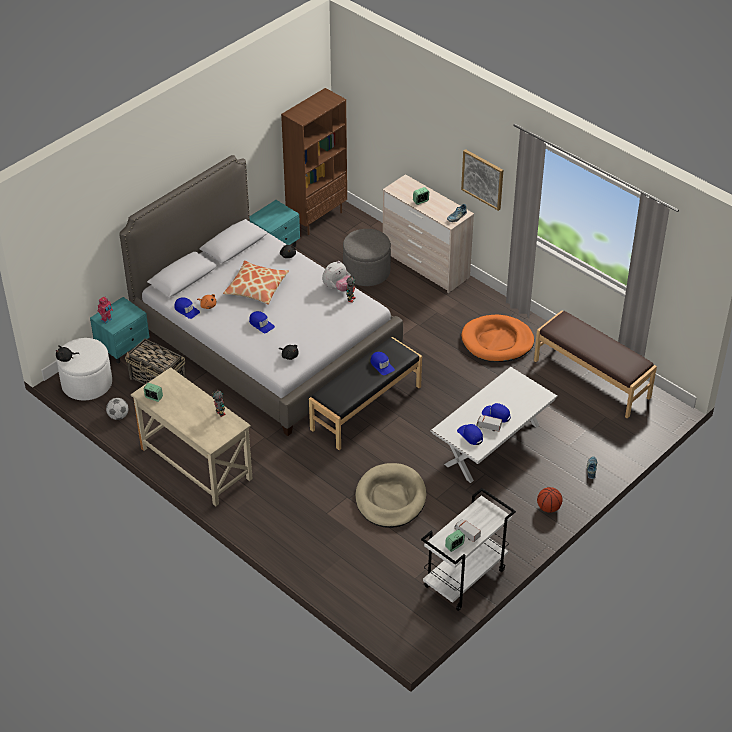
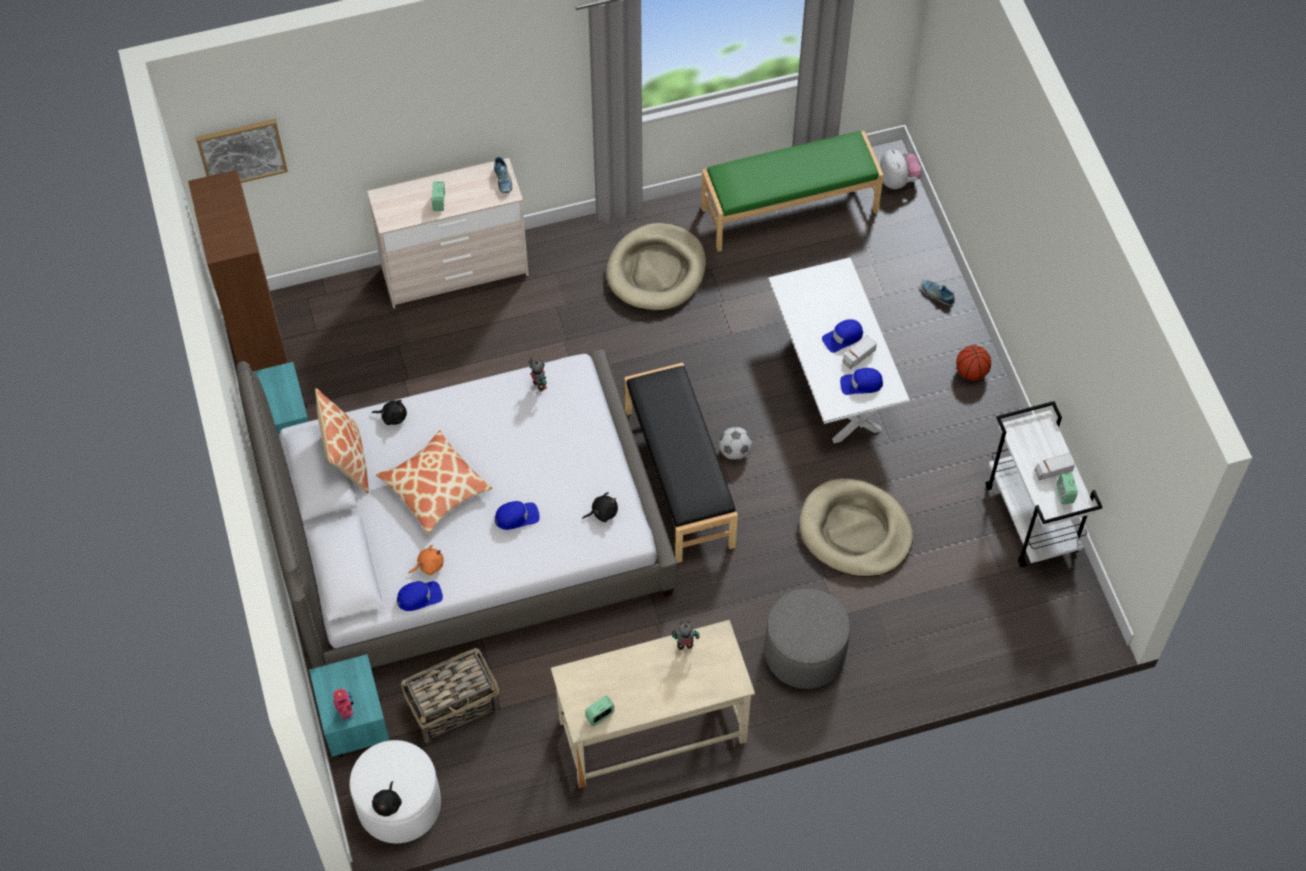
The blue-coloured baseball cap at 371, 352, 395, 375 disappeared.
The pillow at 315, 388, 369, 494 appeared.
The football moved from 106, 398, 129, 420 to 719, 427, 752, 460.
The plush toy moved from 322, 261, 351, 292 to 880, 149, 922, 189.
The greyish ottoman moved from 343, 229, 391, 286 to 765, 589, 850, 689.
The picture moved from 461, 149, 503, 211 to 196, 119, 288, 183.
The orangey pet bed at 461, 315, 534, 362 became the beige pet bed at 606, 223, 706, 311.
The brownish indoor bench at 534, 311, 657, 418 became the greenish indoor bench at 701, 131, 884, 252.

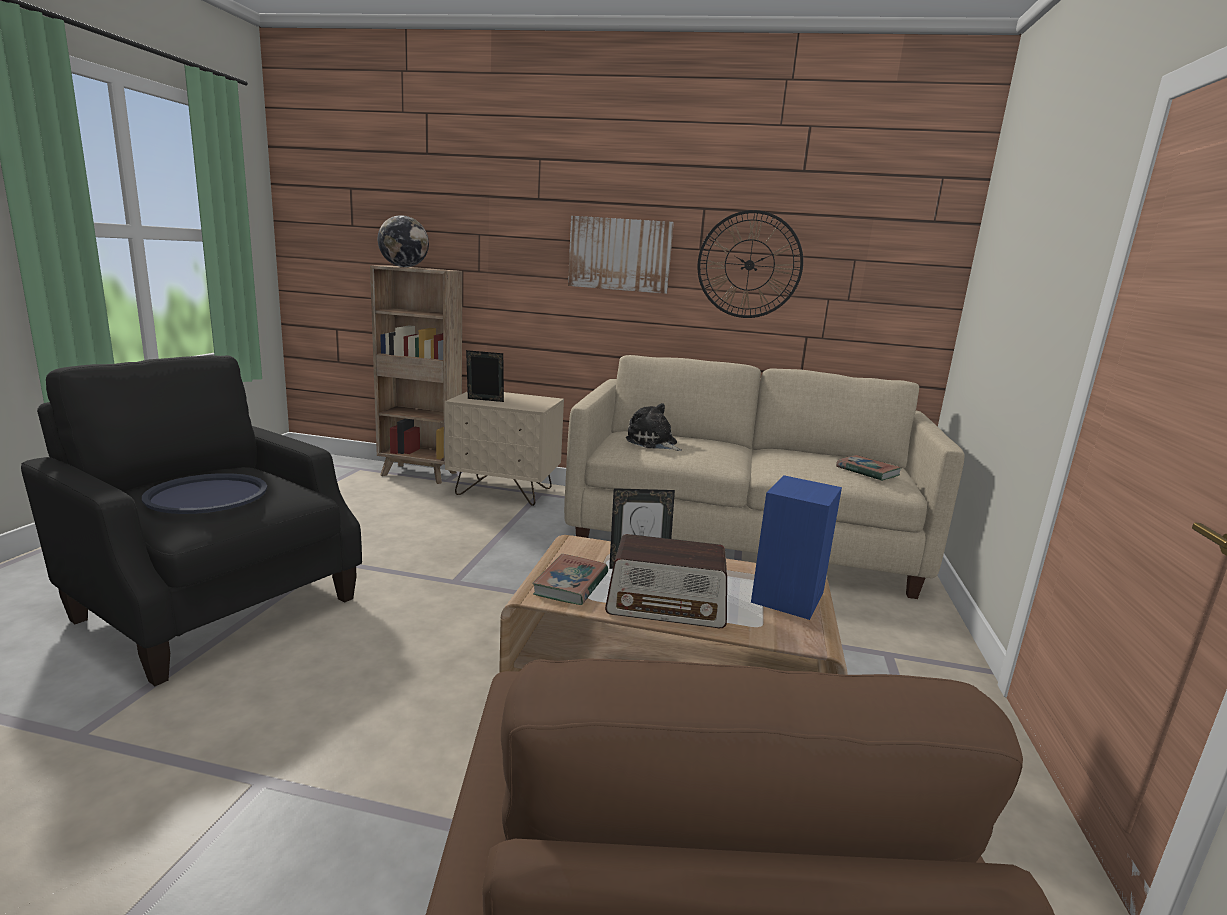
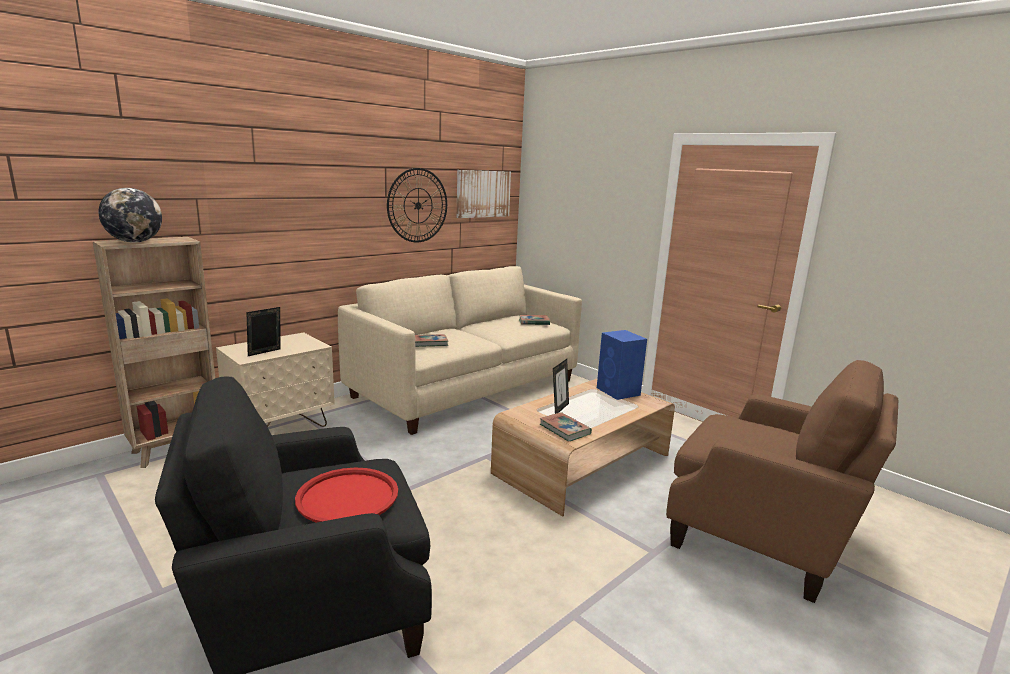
The radio set at 605, 534, 727, 628 disappeared.
The picture moved from 568, 216, 674, 294 to 457, 170, 511, 218.
The plush toy at 625, 403, 682, 451 was replaced by the bound book at 415, 334, 448, 347.
The blue-coloured tray at 142, 473, 267, 514 became the red tray at 295, 468, 398, 523.

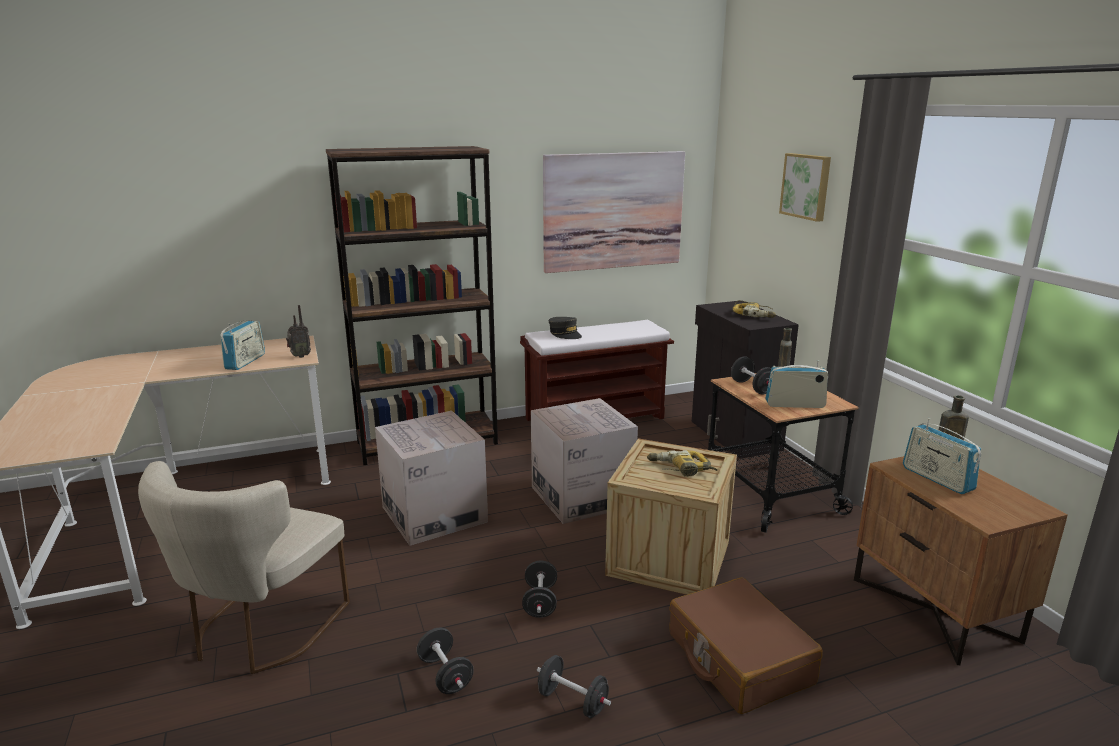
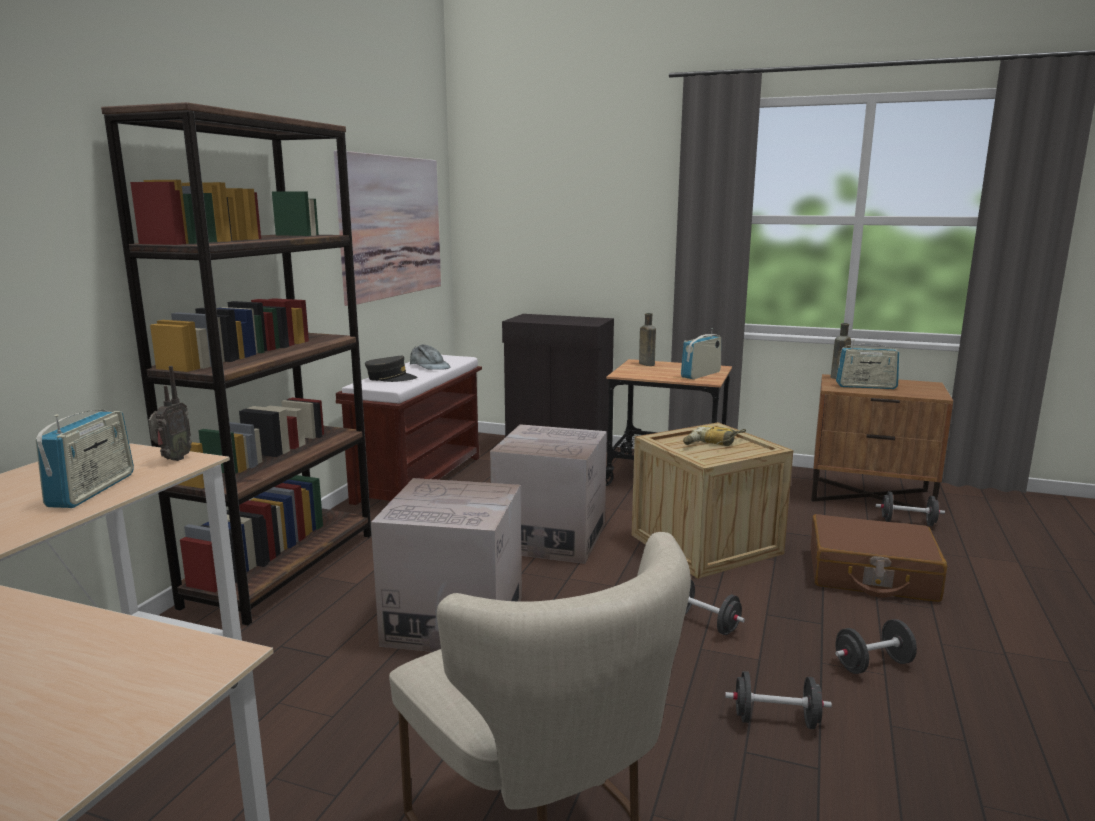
The power drill at 733, 300, 776, 318 disappeared.
The picture at 779, 153, 831, 222 disappeared.
The greyish baseball cap at 410, 344, 451, 370 appeared.
The black-coloured dumbbell moved from 731, 356, 771, 395 to 875, 492, 945, 526.
The radio set at 220, 320, 265, 370 turned 45 degrees clockwise.

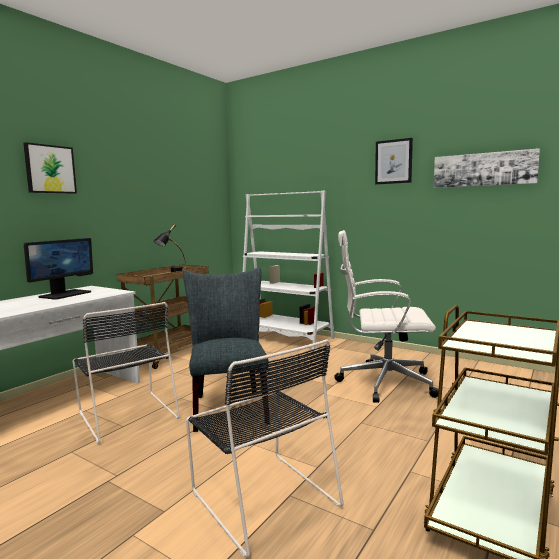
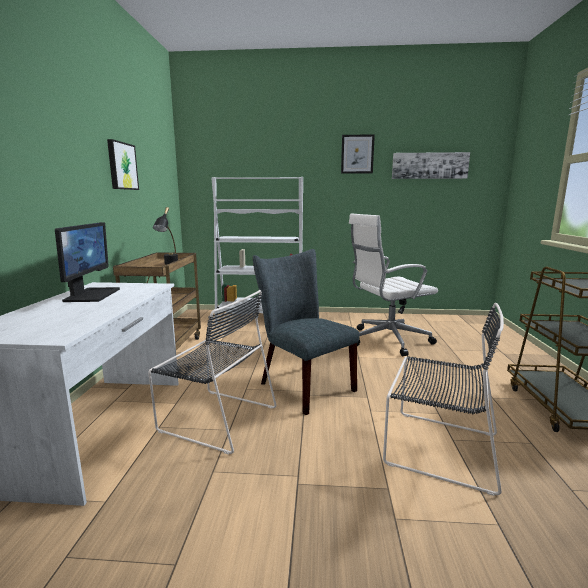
The picture moved from 23, 142, 77, 194 to 107, 139, 139, 190.

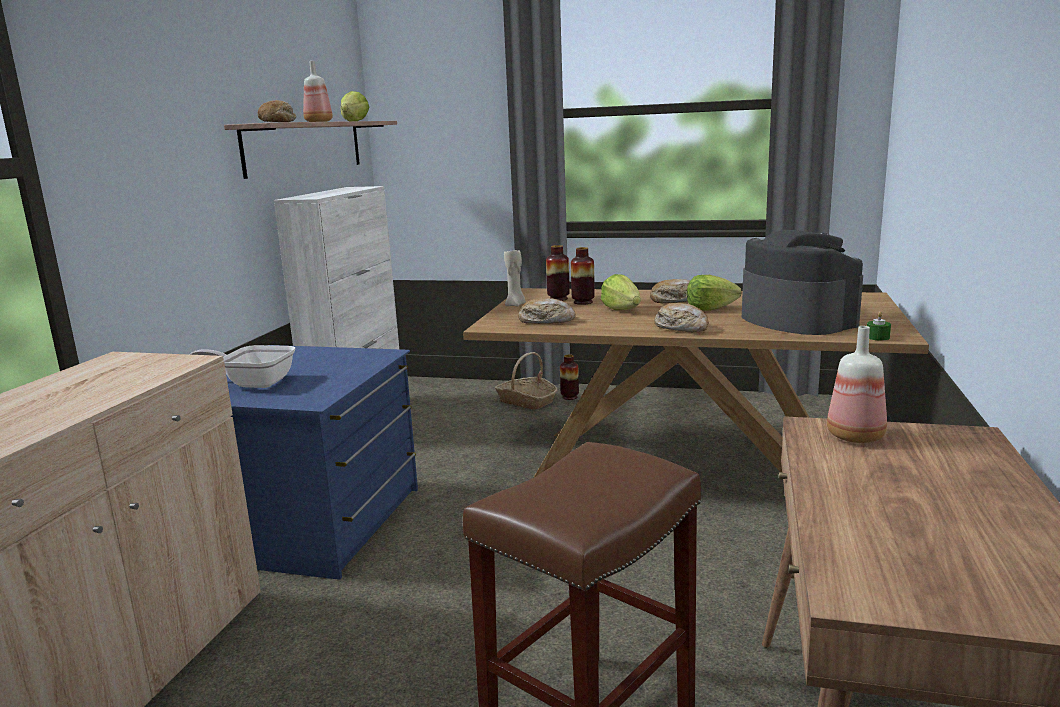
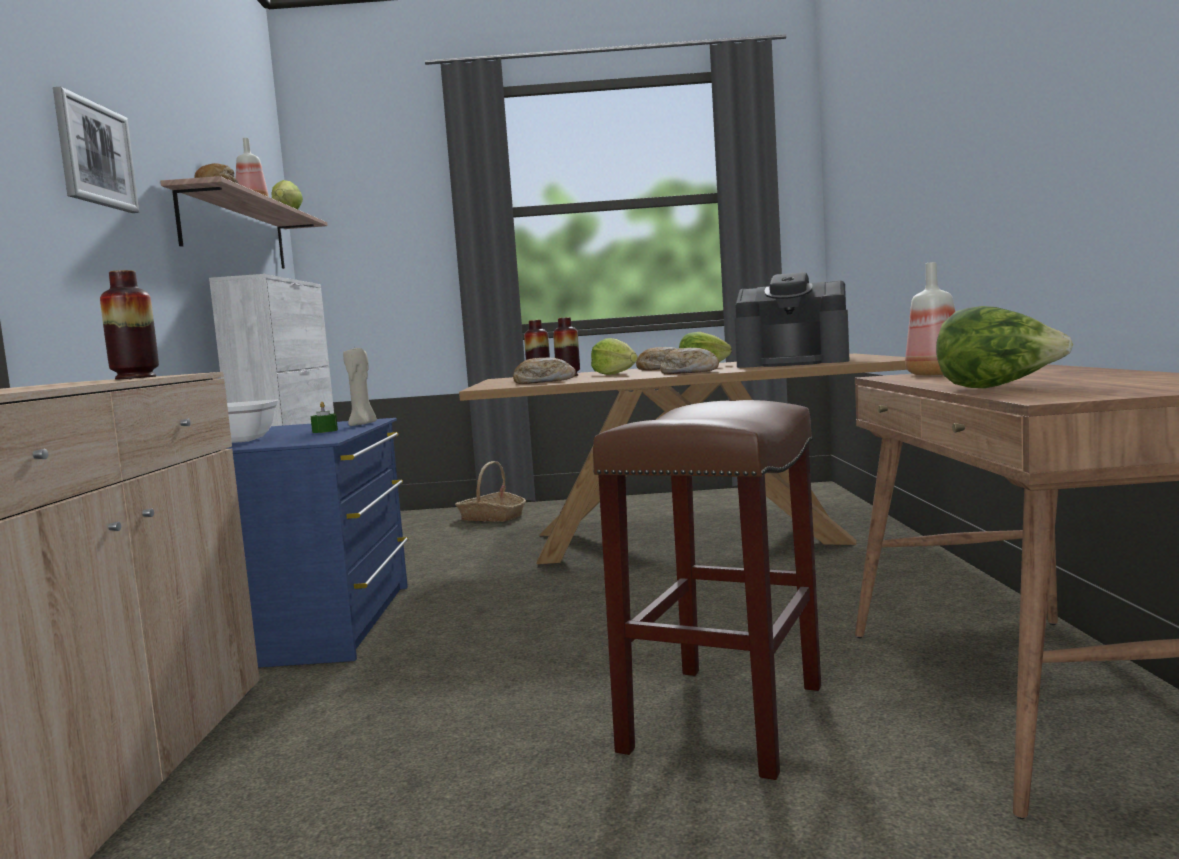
The picture at 53, 87, 139, 213 appeared.
The head of lettuce at 936, 306, 1073, 388 appeared.
The beige wax light moved from 504, 249, 526, 307 to 343, 346, 377, 426.
The vase moved from 560, 354, 579, 400 to 100, 270, 159, 380.
The greenish wax light moved from 867, 312, 891, 341 to 311, 402, 338, 433.
The coffee maker at 742, 230, 863, 335 turned 150 degrees clockwise.

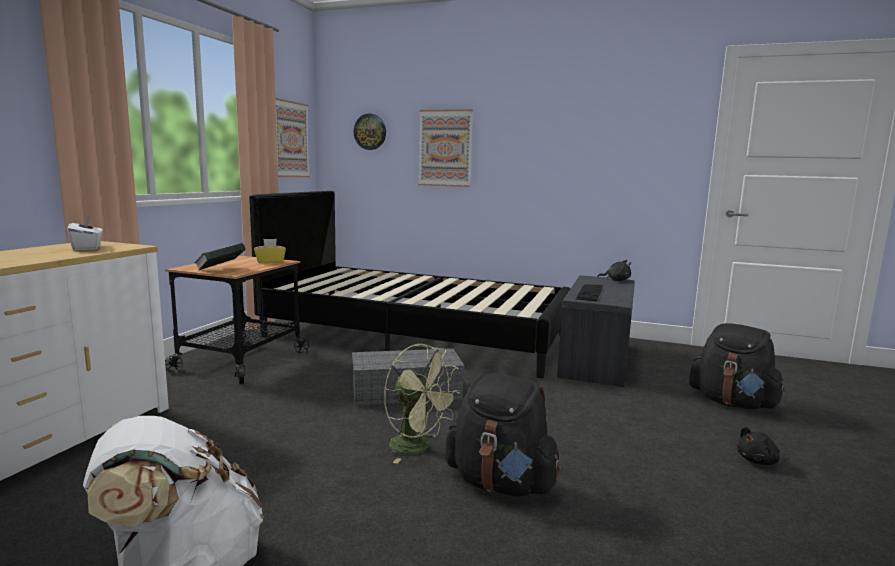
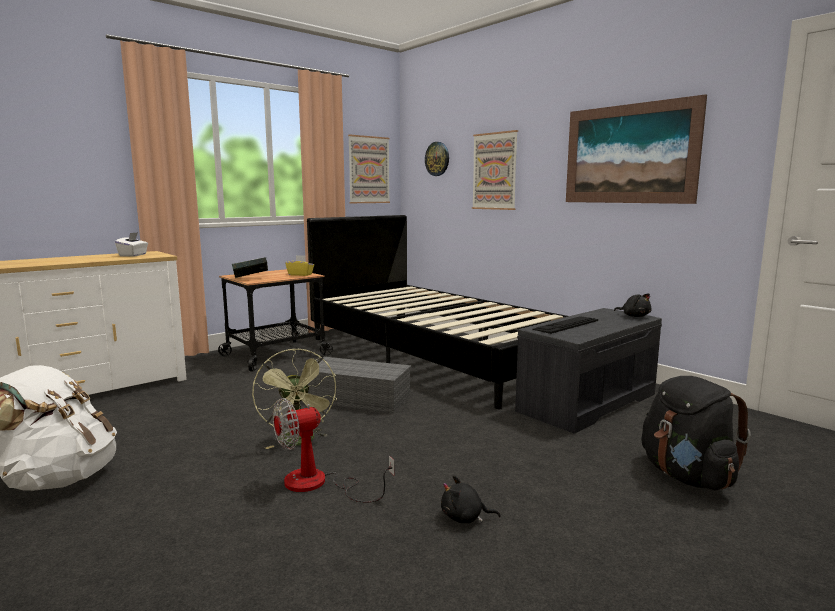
The picture at 566, 94, 707, 204 appeared.
The black-coloured plush toy moved from 737, 427, 780, 465 to 441, 475, 500, 523.
The black-coloured rucksack at 445, 373, 561, 496 was replaced by the electric fan at 272, 398, 395, 503.

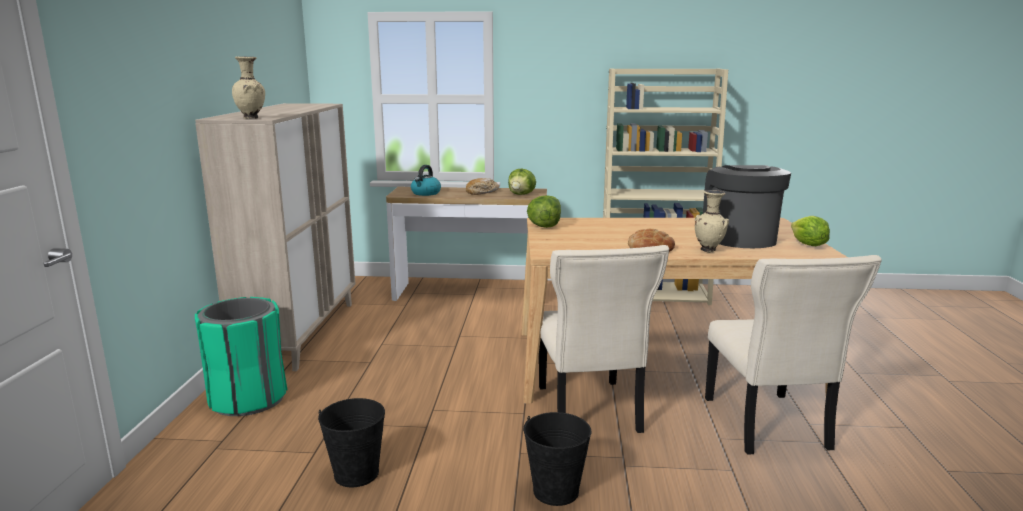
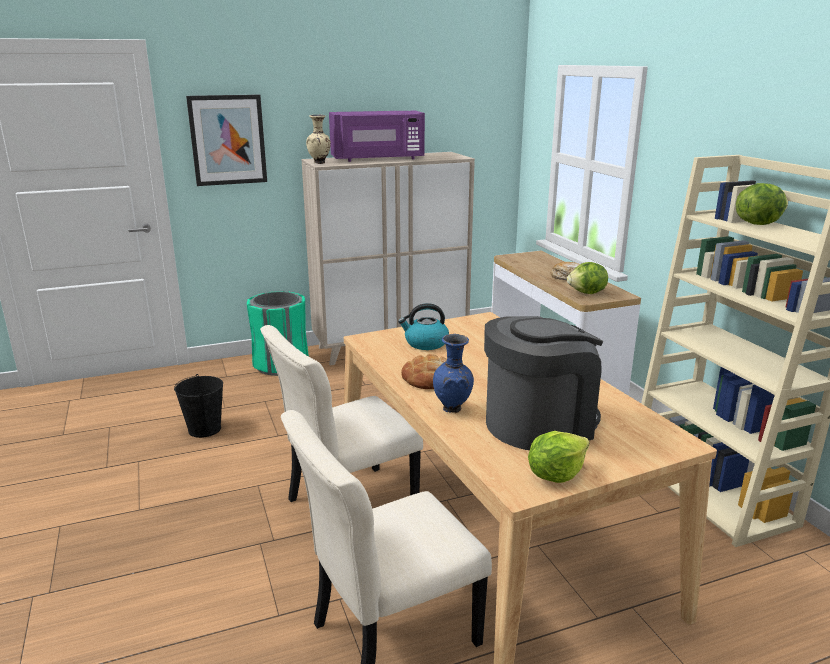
The black-coloured water bucket at 523, 412, 591, 506 disappeared.
The picture at 186, 94, 267, 186 appeared.
The purple microwave oven at 329, 111, 425, 162 appeared.
The water kettle moved from 411, 165, 441, 196 to 398, 303, 449, 350.
The head of lettuce moved from 527, 195, 561, 228 to 736, 183, 788, 225.
The beige vase at 695, 190, 729, 253 became the blue-coloured vase at 433, 334, 474, 413.

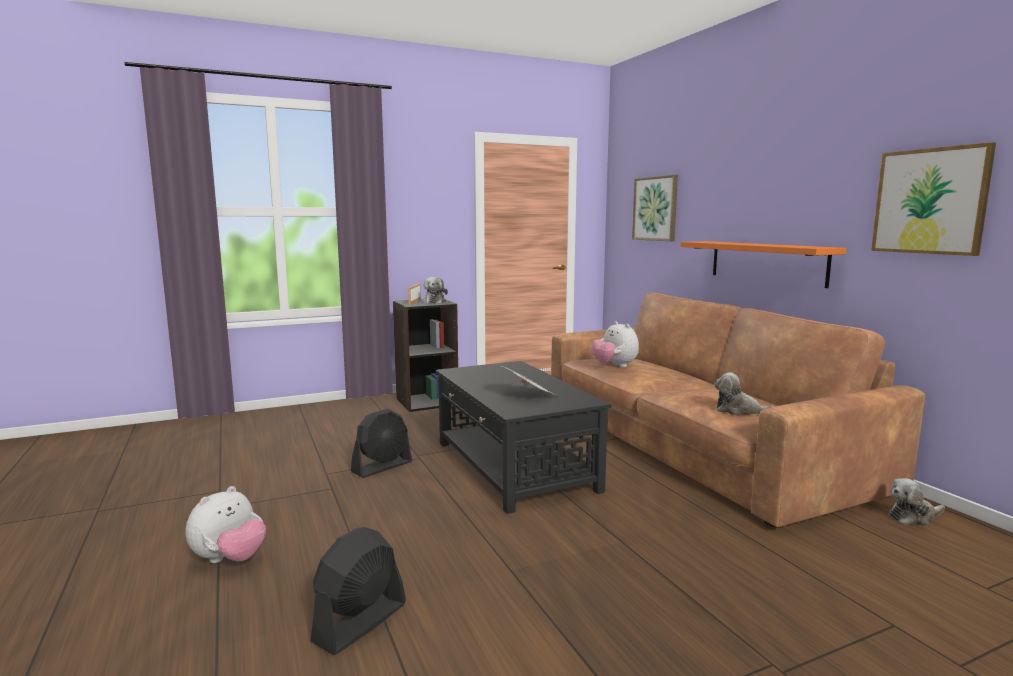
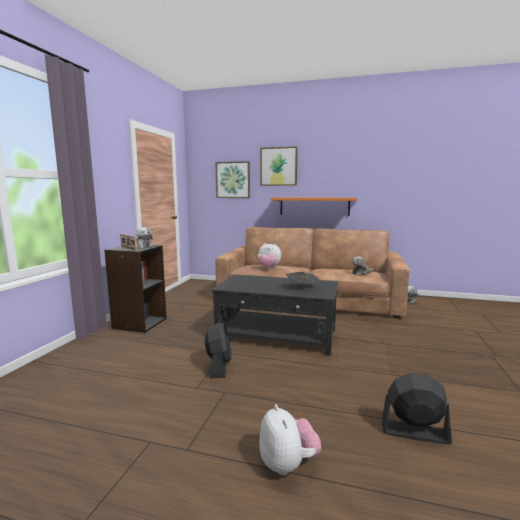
The picture moved from 871, 142, 996, 256 to 260, 146, 298, 186.
The black-coloured electric fan at 310, 527, 406, 655 turned 120 degrees clockwise.

